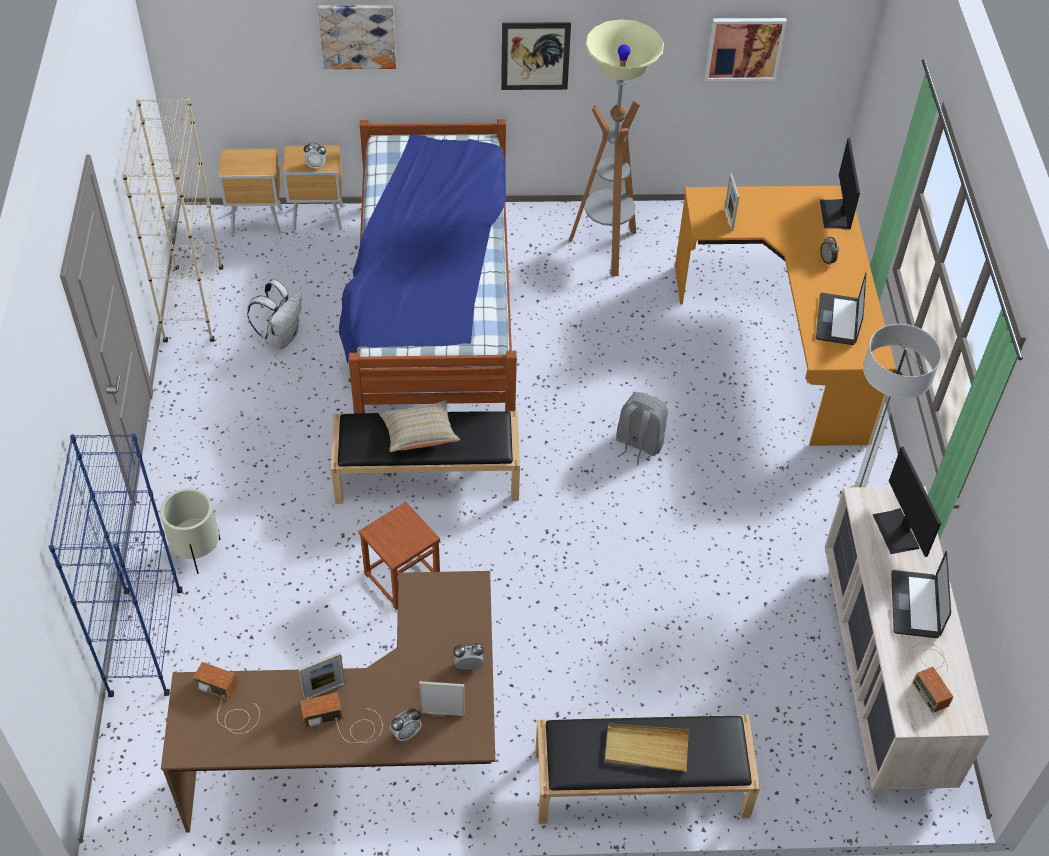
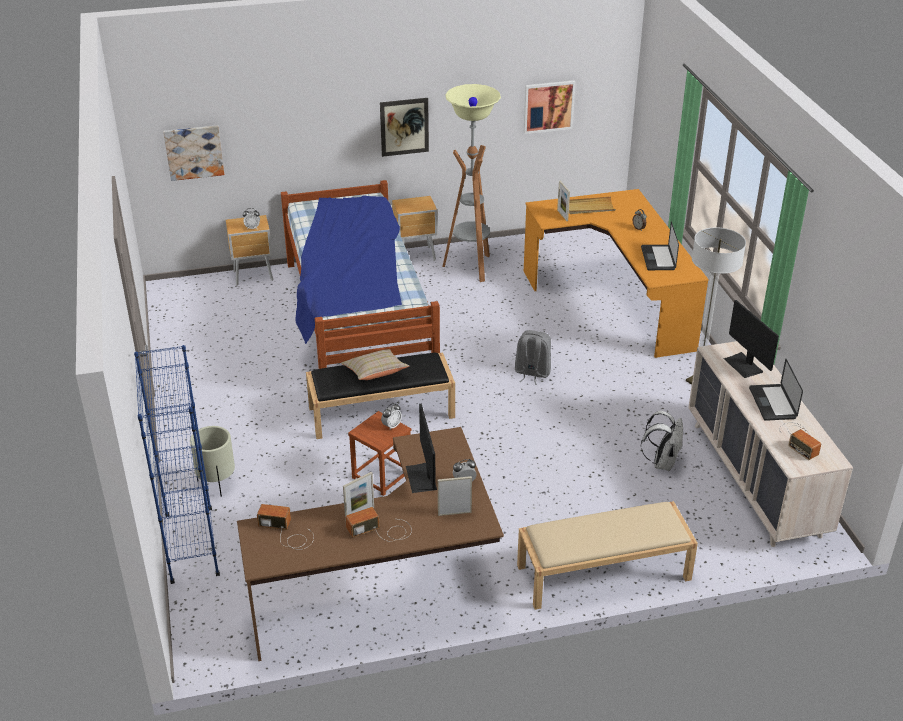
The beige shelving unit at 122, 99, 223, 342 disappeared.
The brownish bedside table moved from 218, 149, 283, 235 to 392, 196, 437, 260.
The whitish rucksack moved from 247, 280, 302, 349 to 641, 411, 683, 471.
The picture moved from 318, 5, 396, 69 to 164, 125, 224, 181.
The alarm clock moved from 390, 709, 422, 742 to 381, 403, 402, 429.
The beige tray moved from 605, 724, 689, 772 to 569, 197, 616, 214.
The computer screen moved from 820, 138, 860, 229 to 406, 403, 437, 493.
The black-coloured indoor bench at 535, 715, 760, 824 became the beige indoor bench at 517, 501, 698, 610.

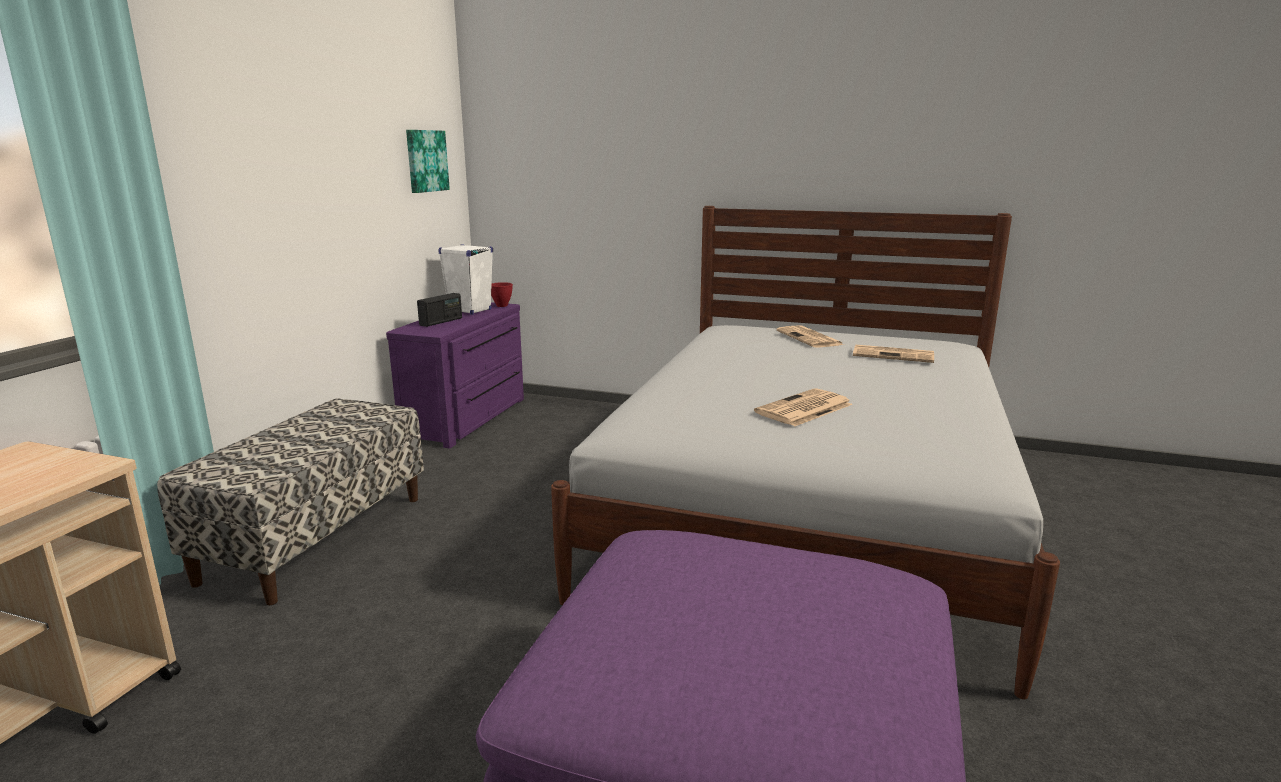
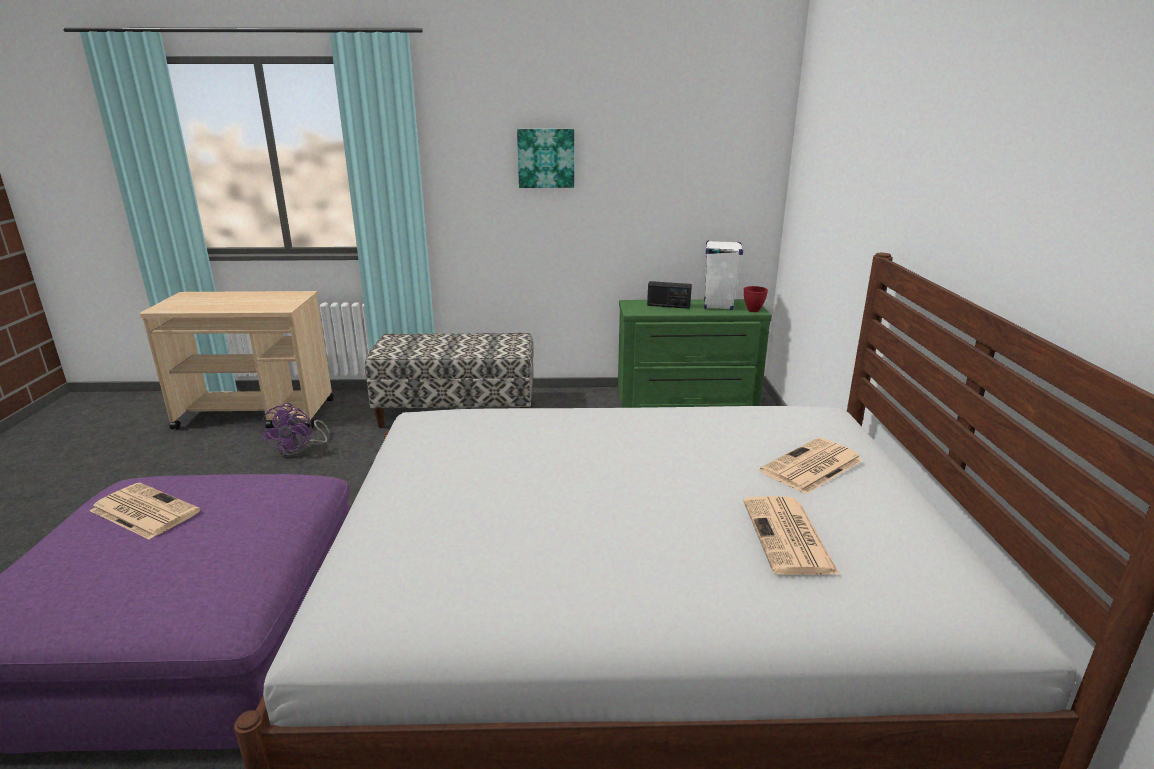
The purple electric fan at 261, 403, 329, 459 appeared.
The picture moved from 406, 130, 450, 193 to 517, 129, 574, 188.
The printed paper moved from 754, 388, 853, 426 to 90, 483, 200, 540.
The purple chest of drawers at 386, 302, 524, 448 became the greenish chest of drawers at 618, 299, 772, 408.

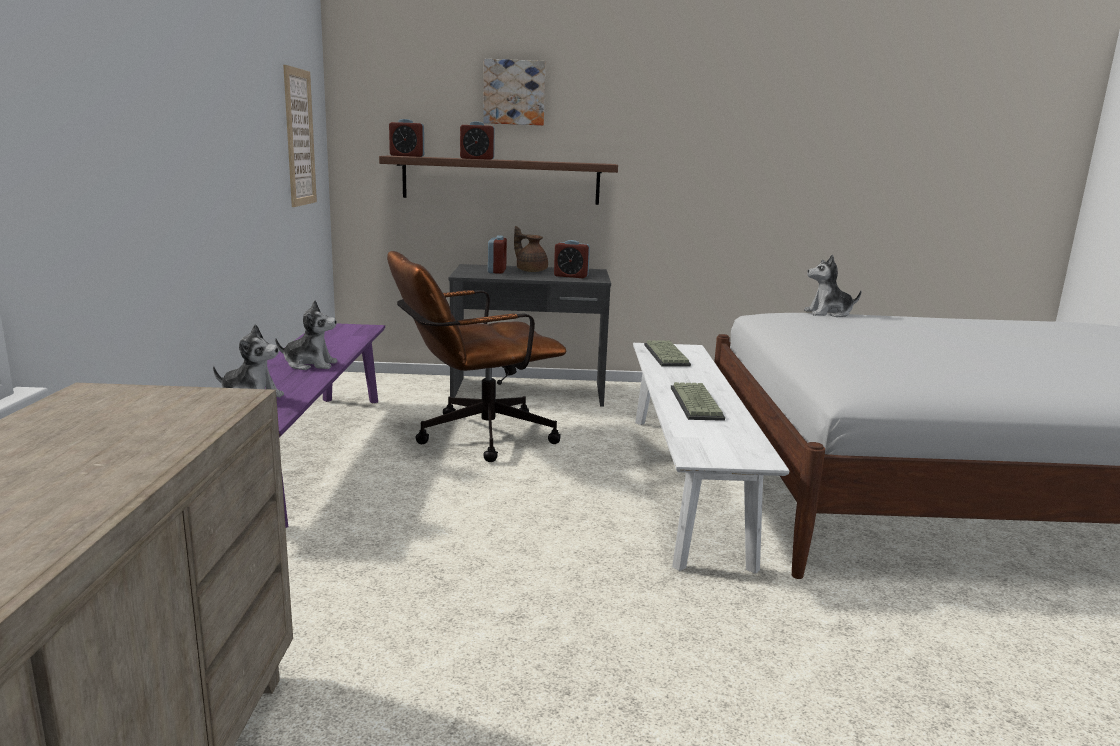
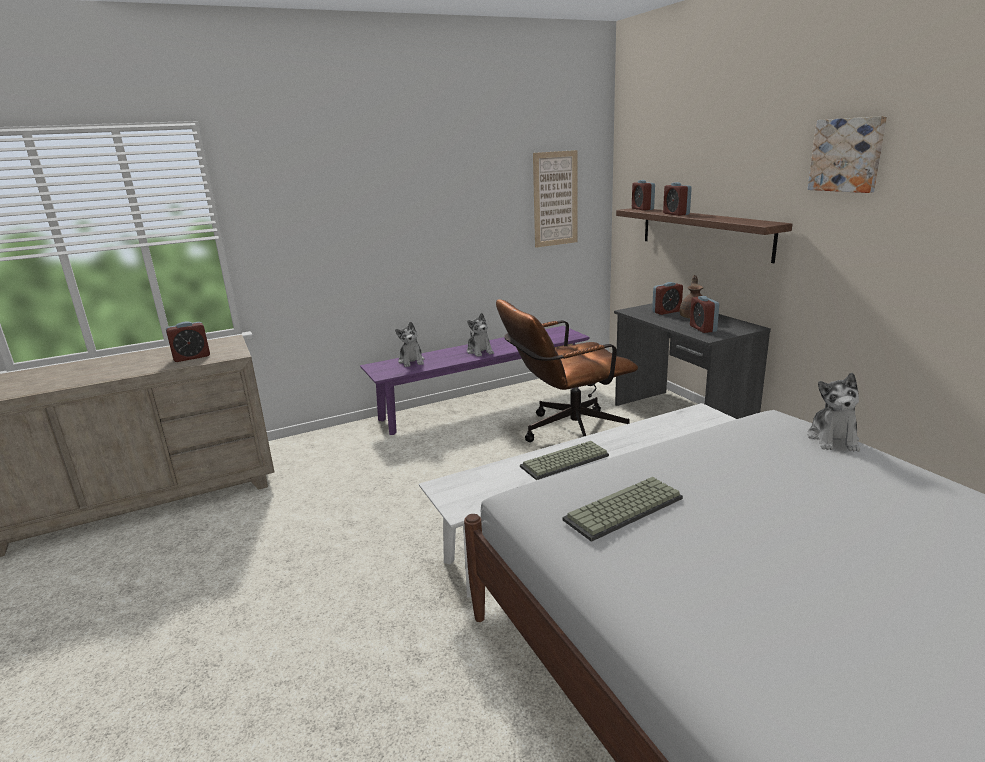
The alarm clock at 166, 322, 210, 362 appeared.
The picture moved from 483, 59, 546, 126 to 807, 116, 887, 193.
The keyboard moved from 644, 340, 691, 367 to 562, 477, 683, 542.
The brownish computer chair at 387, 251, 566, 462 turned 60 degrees counterclockwise.
The plush toy at 804, 255, 862, 317 turned 135 degrees counterclockwise.

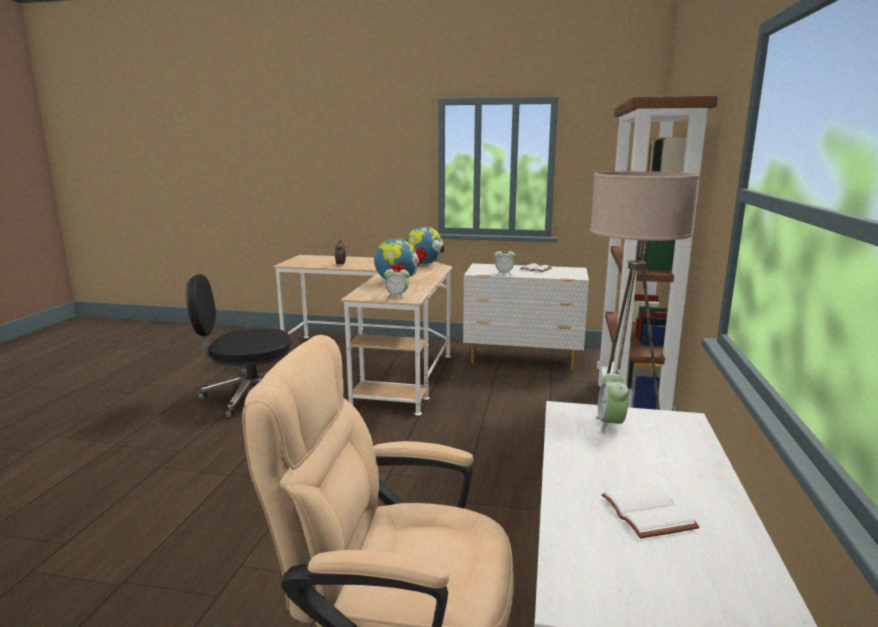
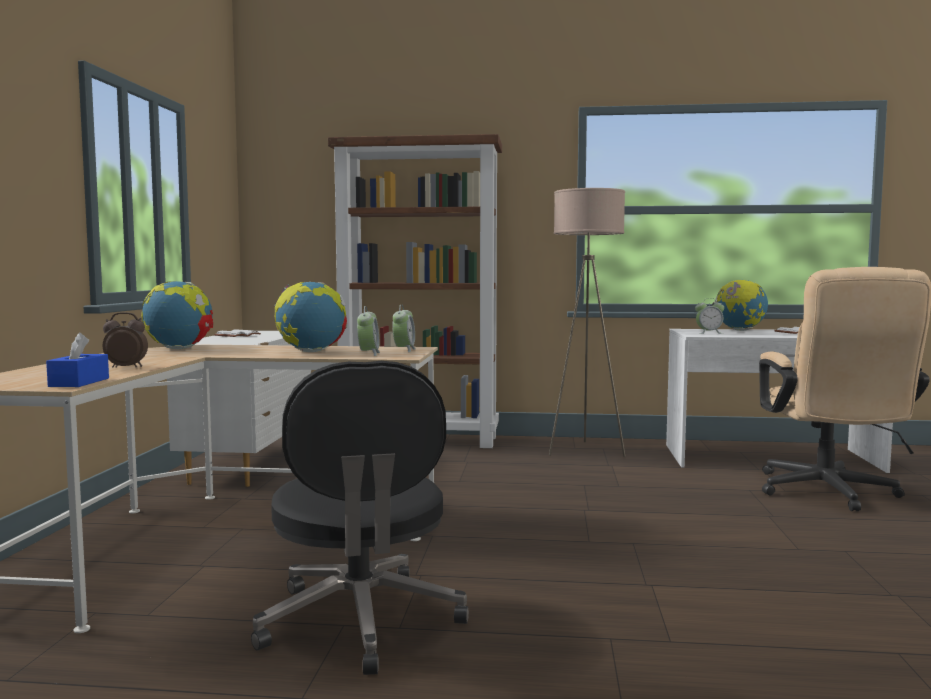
The blue-coloured box of tissues at 46, 332, 109, 387 appeared.
The globe at 712, 280, 768, 331 appeared.
The alarm clock moved from 494, 251, 516, 276 to 357, 306, 380, 356.

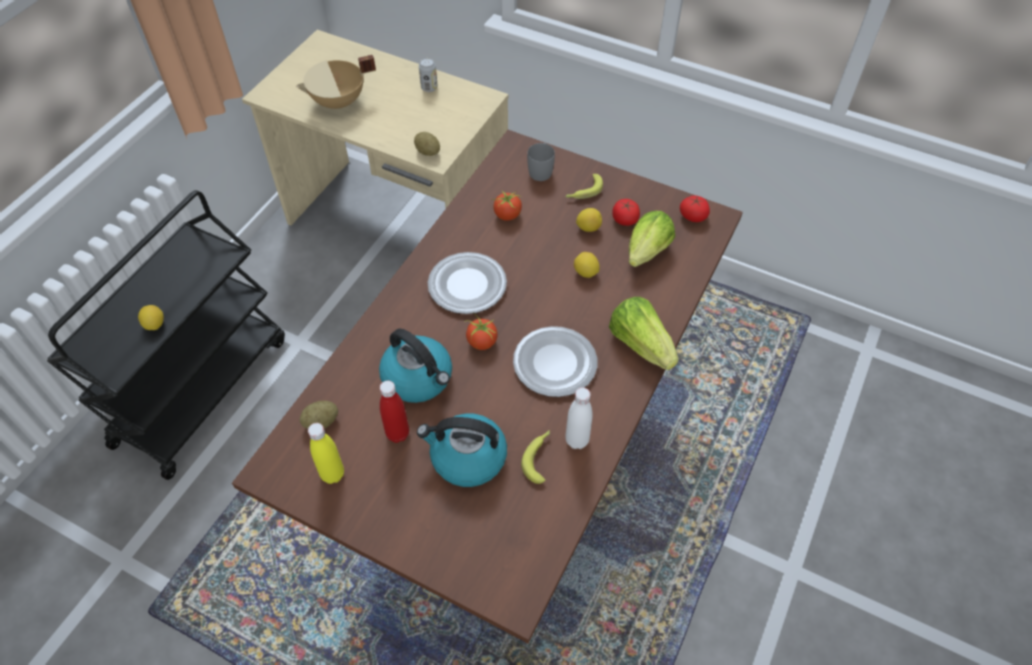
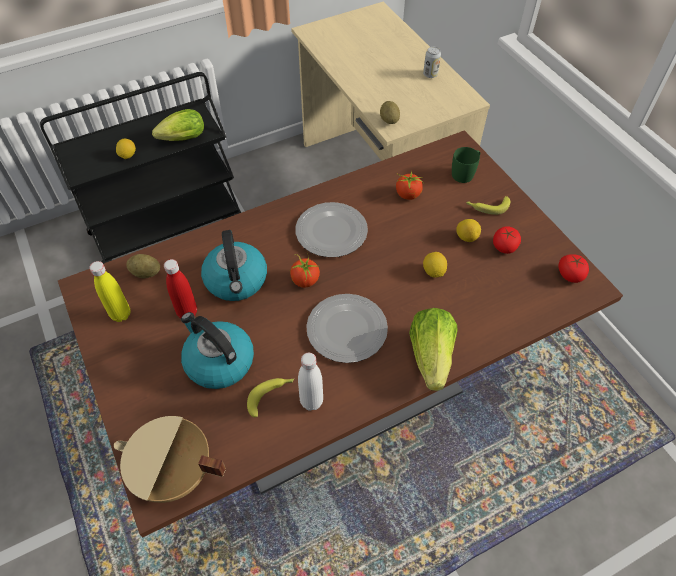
The beige stockpot moved from 296, 55, 376, 111 to 114, 416, 226, 503.
The head of lettuce moved from 629, 211, 675, 267 to 152, 109, 204, 141.
The greyish tea mug at 527, 143, 555, 181 became the greenish tea mug at 452, 147, 480, 183.

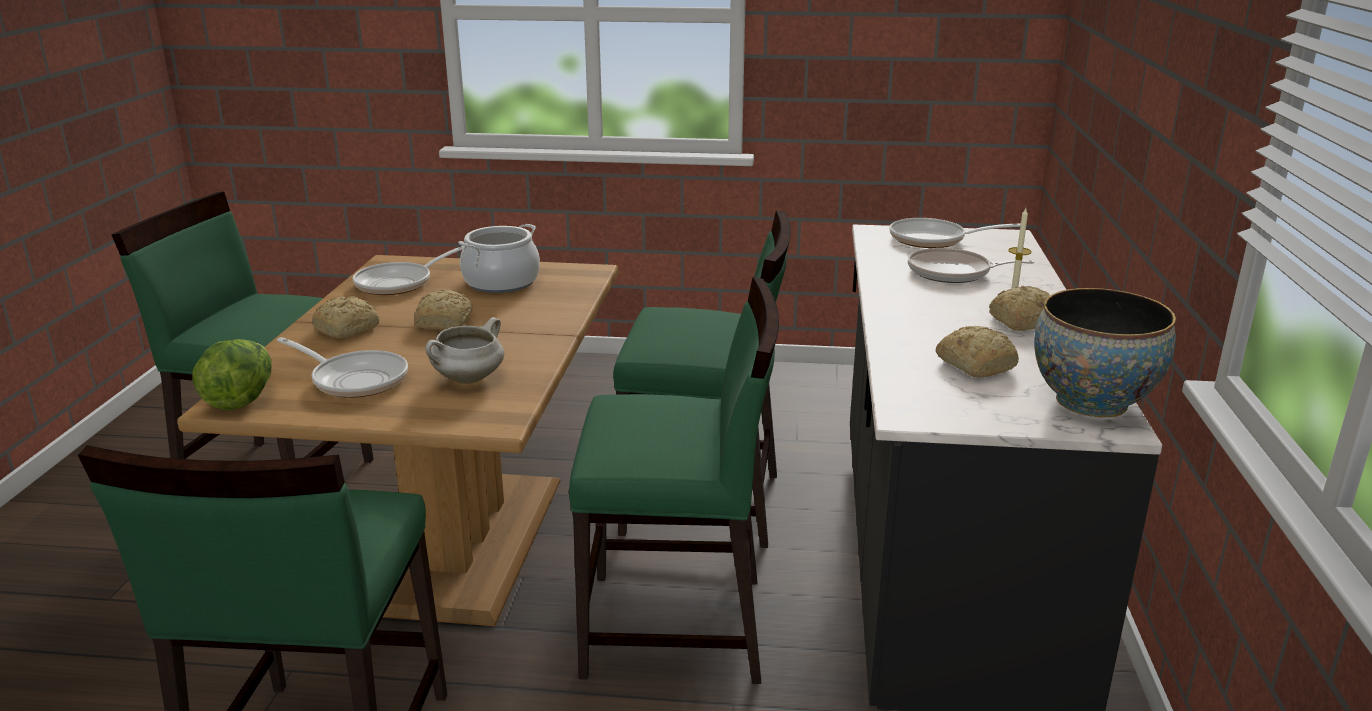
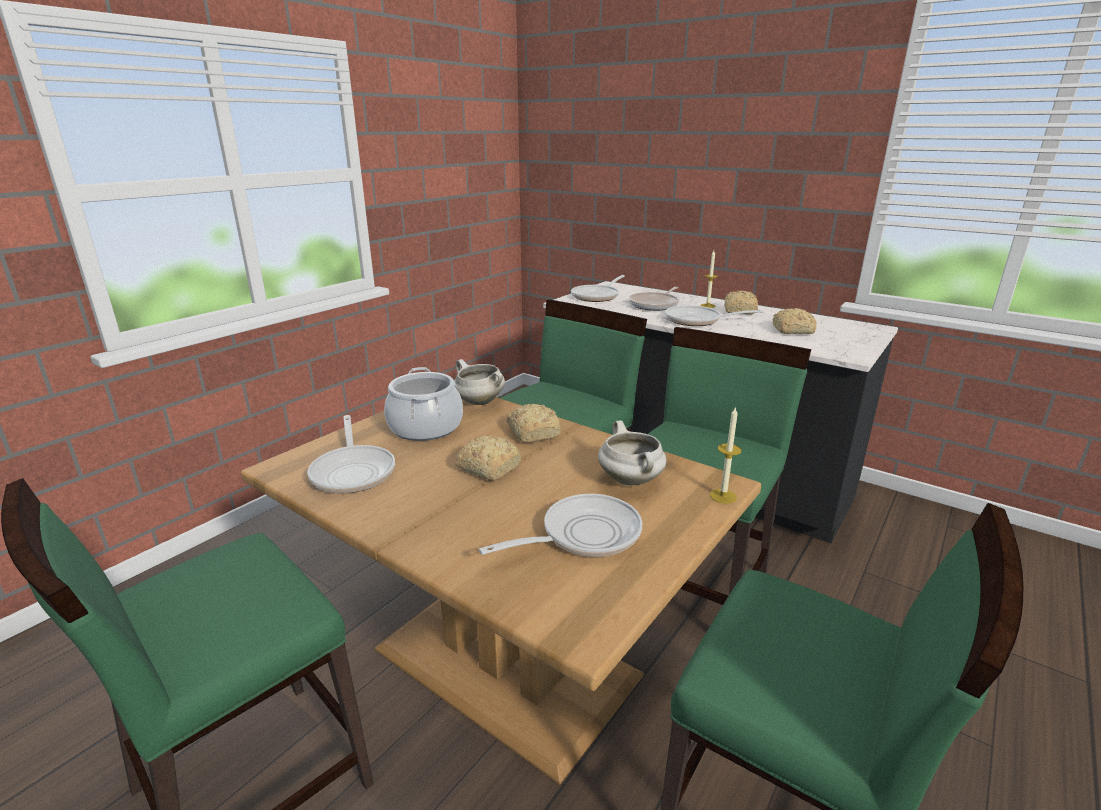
The head of lettuce at 192, 339, 272, 410 disappeared.
The deep dish at 1034, 288, 1176, 418 disappeared.
The whitish stockpot at 454, 359, 505, 405 appeared.
The pan at 665, 305, 764, 326 appeared.
The wax light at 710, 406, 742, 504 appeared.
The bakery bread moved from 312, 296, 380, 338 to 507, 404, 561, 442.

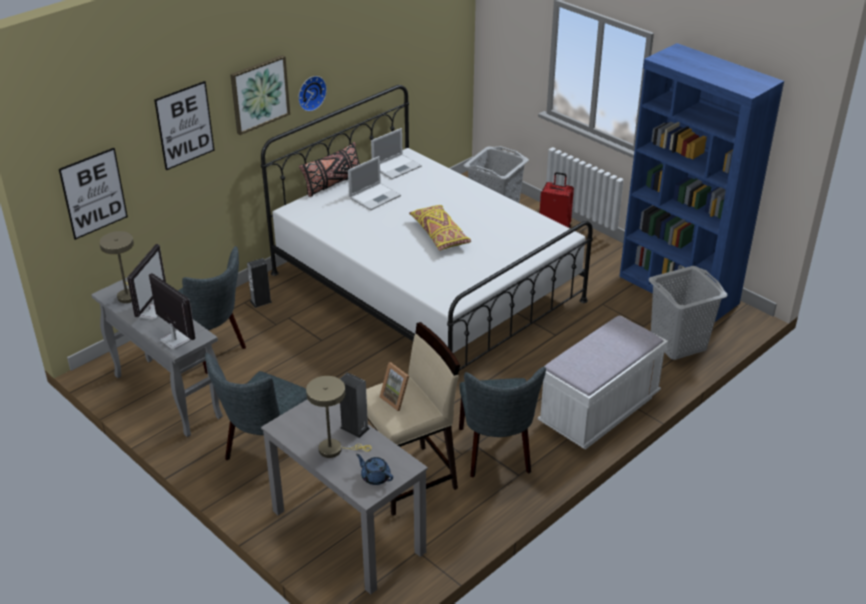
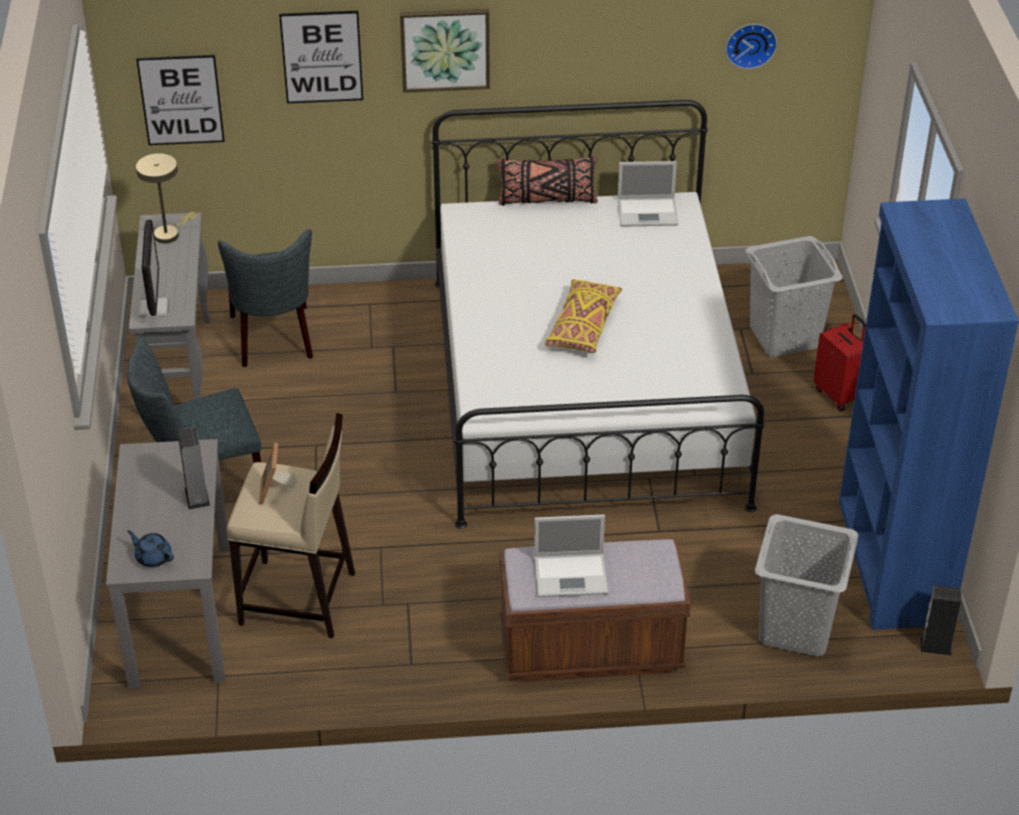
The computer screen at 127, 244, 166, 320 disappeared.
The beige table lamp at 306, 376, 372, 458 disappeared.
The greyish chair at 459, 367, 546, 478 disappeared.
The audio speaker moved from 247, 258, 272, 308 to 920, 585, 961, 656.
The hanging clock moved from 298, 76, 327, 111 to 726, 24, 777, 69.
The notebook computer moved from 348, 156, 401, 211 to 534, 515, 609, 597.
The whitish indoor bench at 538, 316, 668, 450 became the brownish indoor bench at 500, 539, 691, 682.
The blue-coloured teapot at 356, 454, 393, 485 turned 45 degrees counterclockwise.

